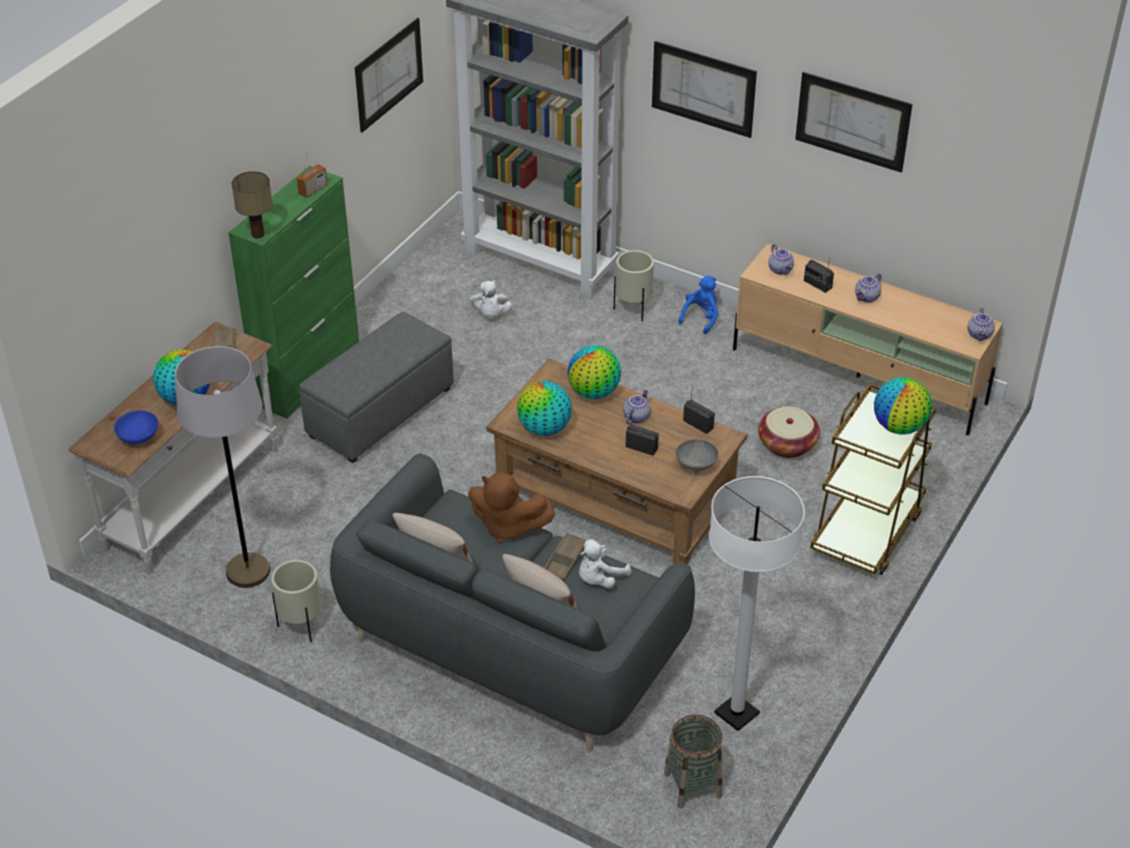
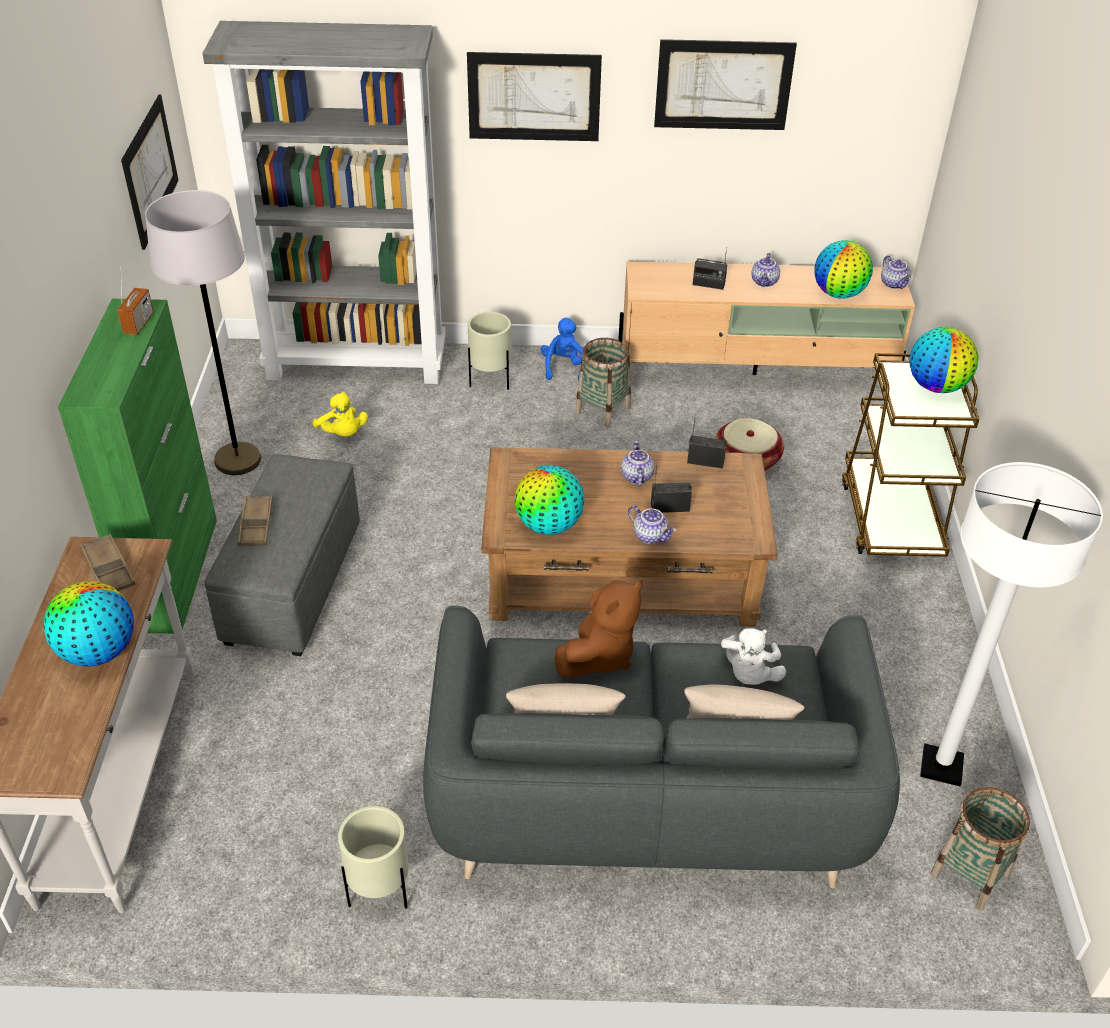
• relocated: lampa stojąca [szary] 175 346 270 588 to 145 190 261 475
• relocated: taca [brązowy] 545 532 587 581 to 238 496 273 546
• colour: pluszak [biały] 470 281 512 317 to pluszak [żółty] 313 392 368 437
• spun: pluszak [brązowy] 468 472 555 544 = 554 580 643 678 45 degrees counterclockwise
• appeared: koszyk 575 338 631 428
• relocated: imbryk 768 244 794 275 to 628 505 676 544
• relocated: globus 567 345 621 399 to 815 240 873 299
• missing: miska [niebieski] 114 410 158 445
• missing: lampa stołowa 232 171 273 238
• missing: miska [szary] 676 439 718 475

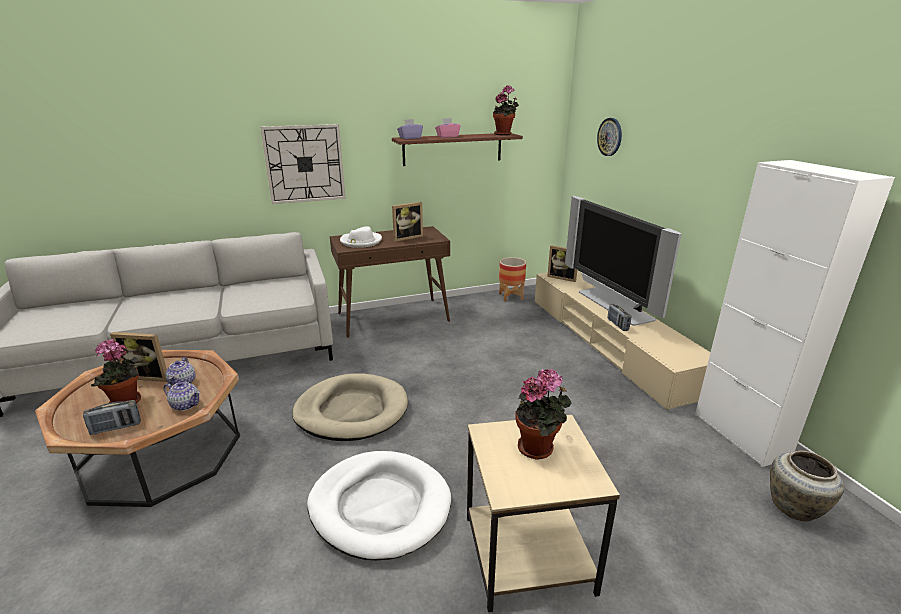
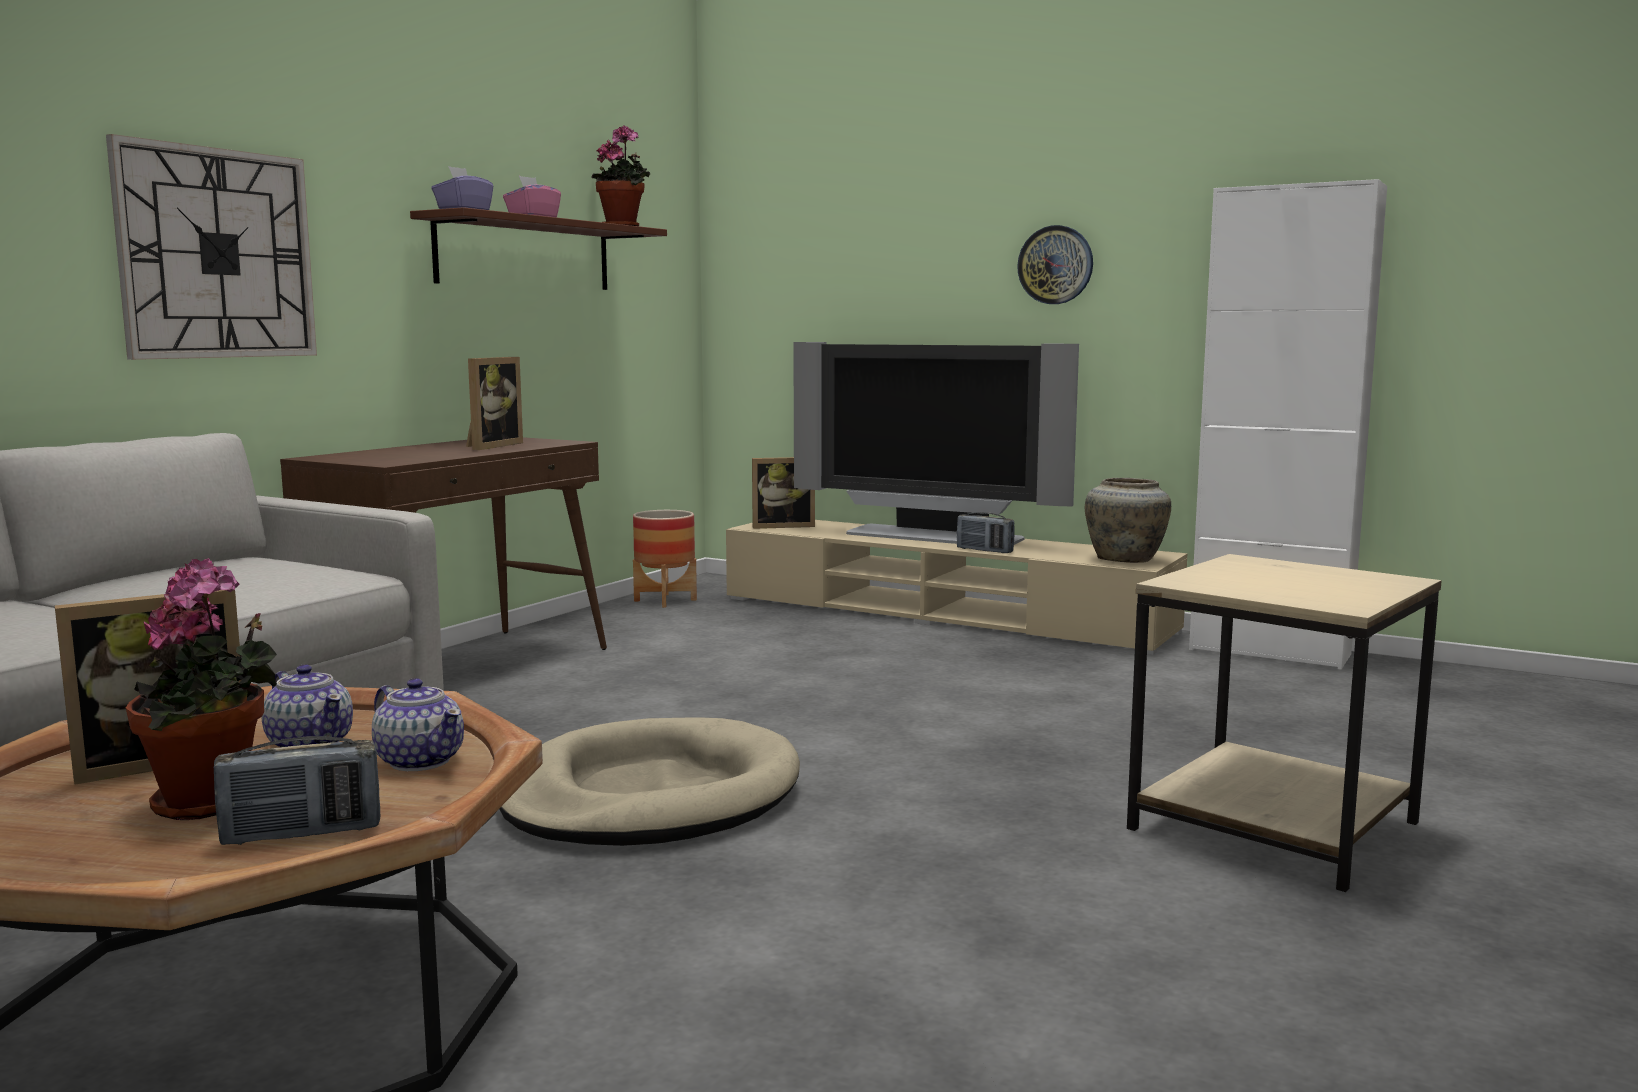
• spun: radio 83 400 141 435 = 214 736 380 845 45 degrees clockwise
• spun: imbryk 163 382 200 411 = 372 678 464 771 60 degrees clockwise
• relocated: zegar ścienny 597 118 622 156 to 1017 225 1093 304
• relocated: wazon [beżowy] 770 451 844 521 to 1085 478 1171 563
• missing: legowisko [biały] 307 451 451 560
• missing: kapelusz [biały] 340 226 382 248
• missing: roślina doniczkowa 515 369 572 459

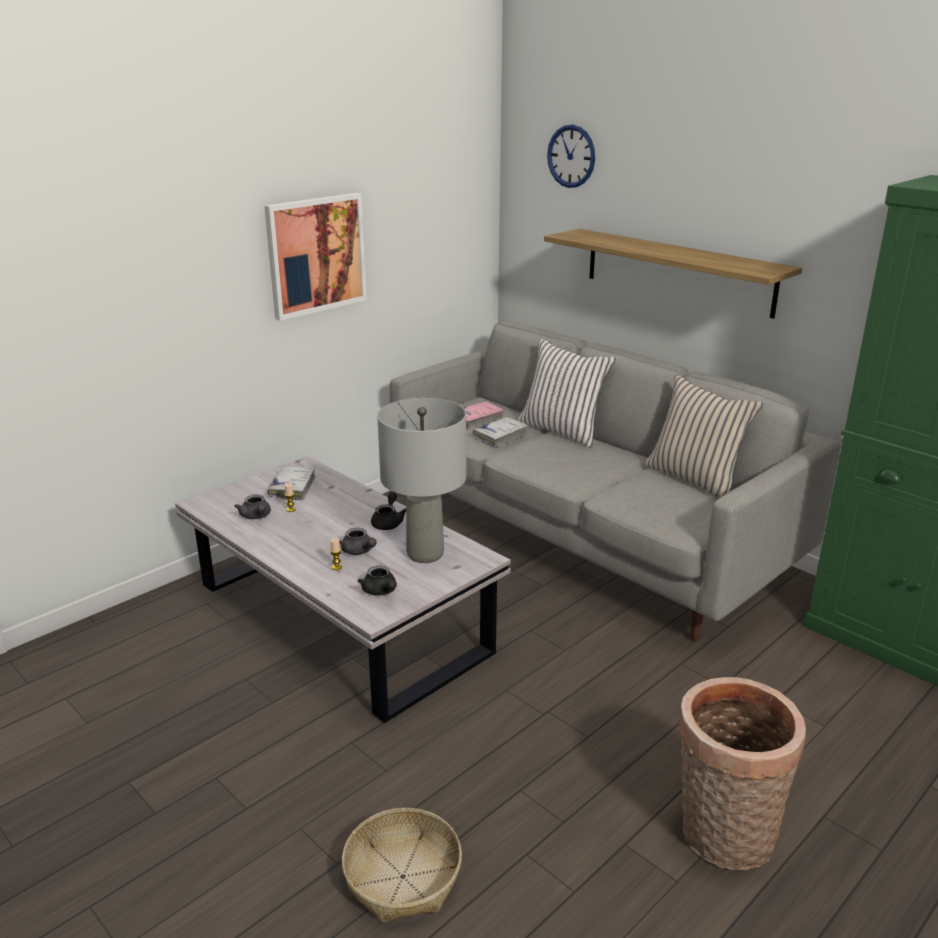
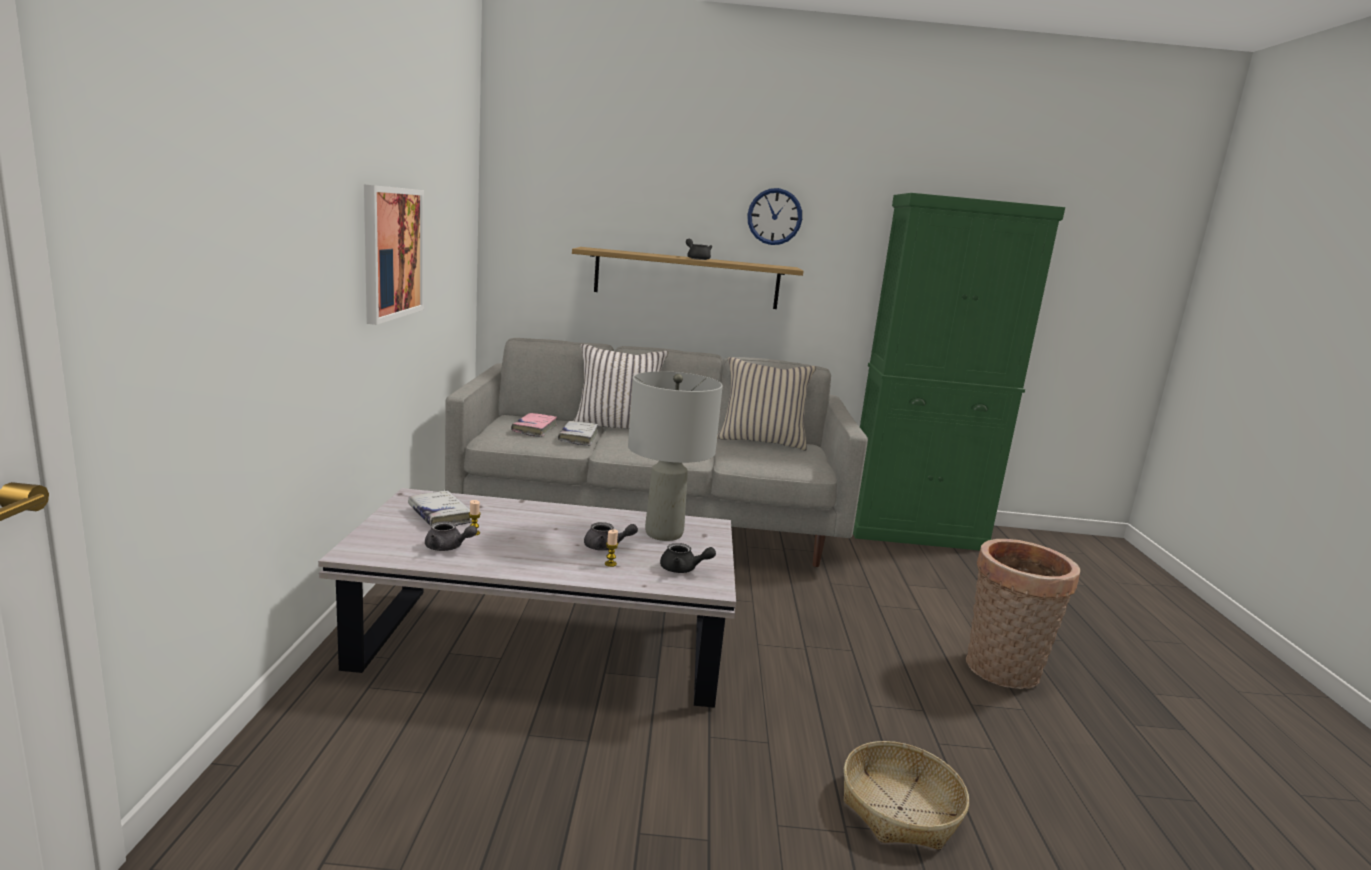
• relocated: imbryk [czarny] 371 492 406 530 to 686 239 712 260
• relocated: zegar ścienny 547 125 595 188 to 747 188 802 245

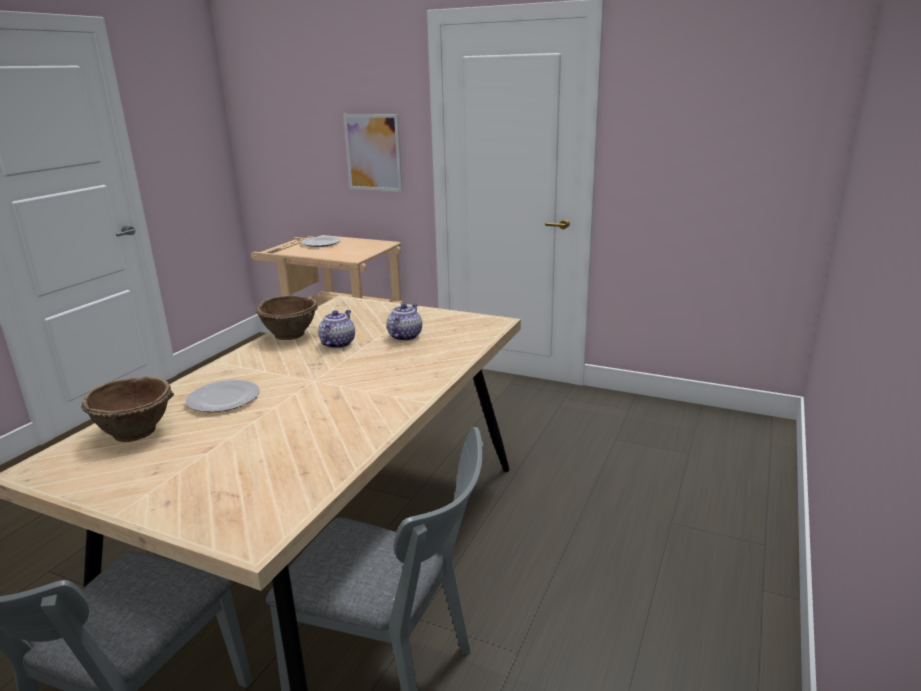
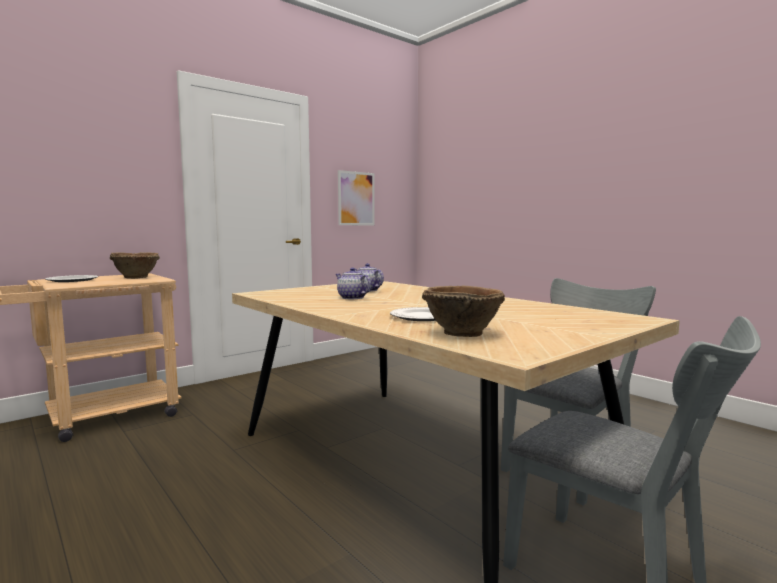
• relocated: miska [brązowy] 256 295 318 340 to 110 252 160 279
• relocated: obraz 343 114 402 192 to 338 170 375 225

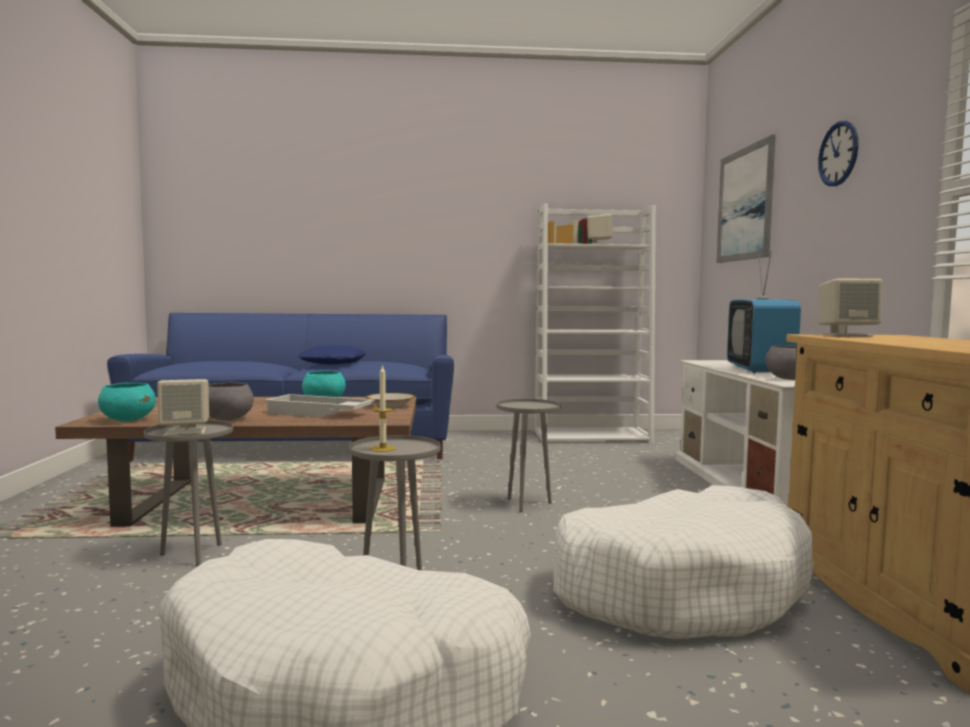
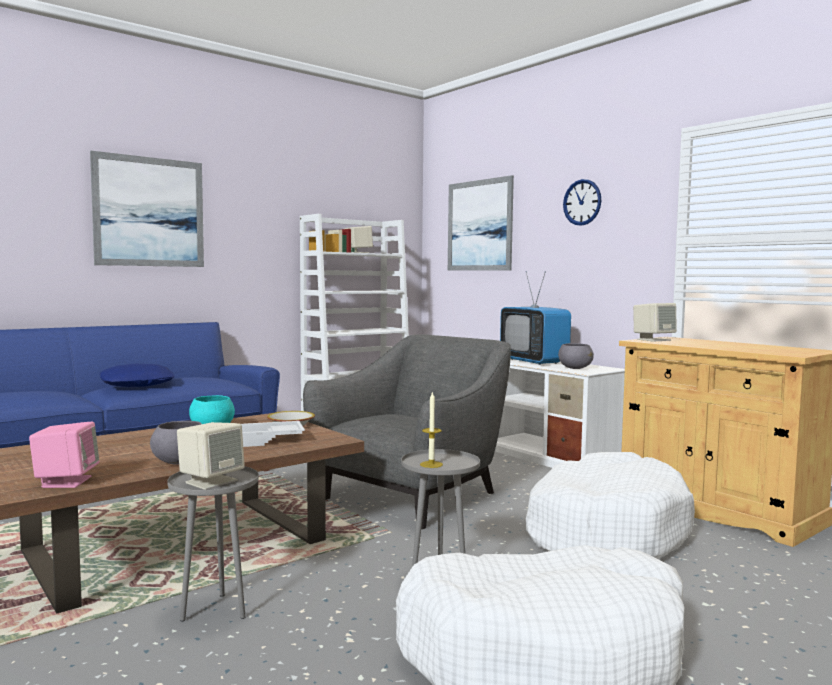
• exchanged: miska [turkusowy] 98 382 156 421 to głośnik [różowy] 29 422 99 488
• appeared: obraz 90 151 204 267
• exchanged: stolik [szary] 496 399 561 512 to fotel [szary] 303 334 511 529

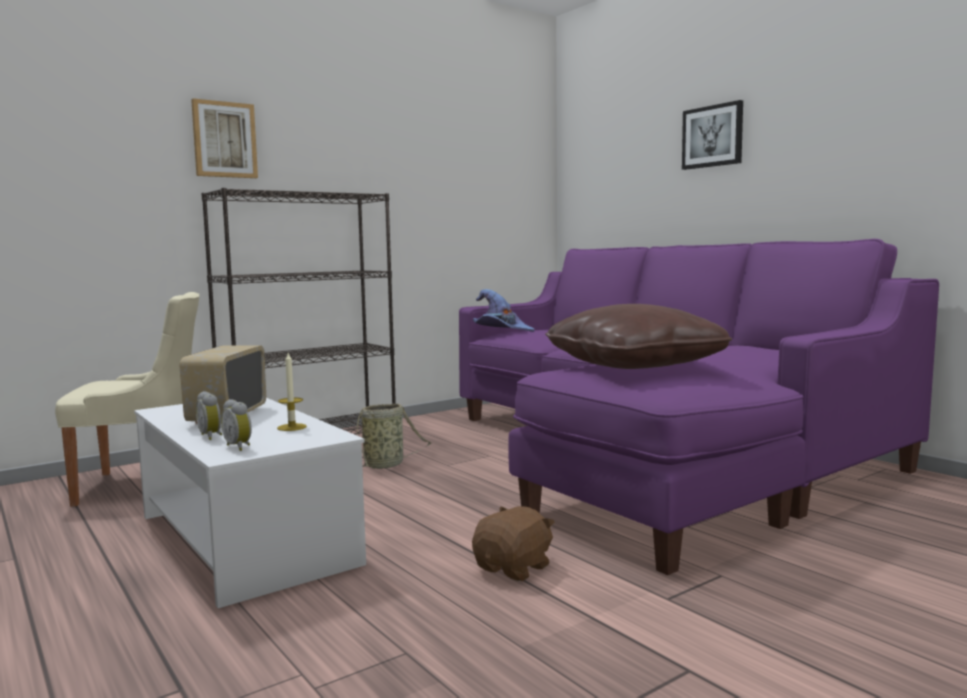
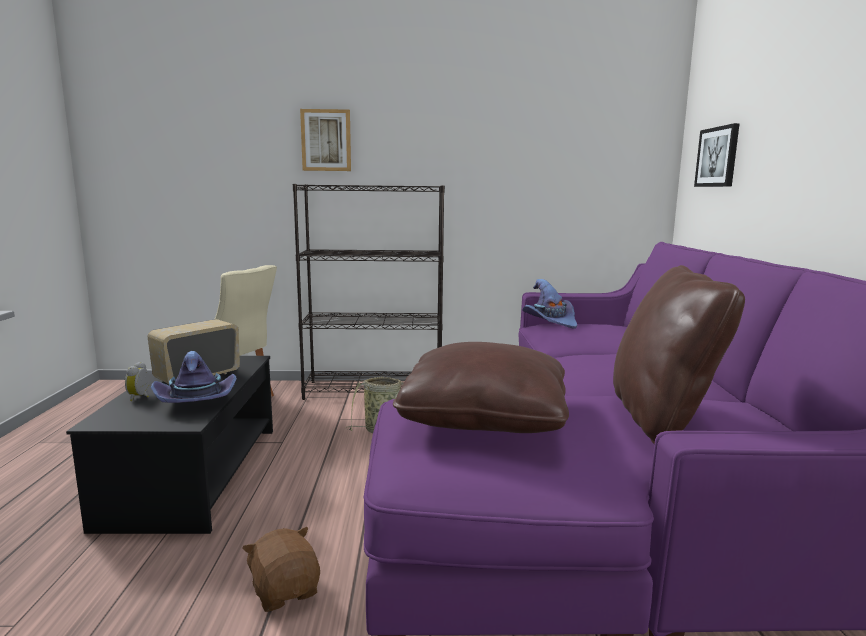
• colour: ława [biały] 134 398 366 608 to ława [czarny] 66 356 273 534
• exchanged: świeca 277 353 307 431 to kapelusz [fioletowy] 151 351 237 403
• spun: pluszak [brązowy] 472 506 555 581 = 242 527 320 612 105 degrees counterclockwise
• appeared: poduszka [brązowy] 613 265 745 444
• relocated: obraz 682 100 743 170 to 694 123 740 187
• missing: budzik 221 399 252 451

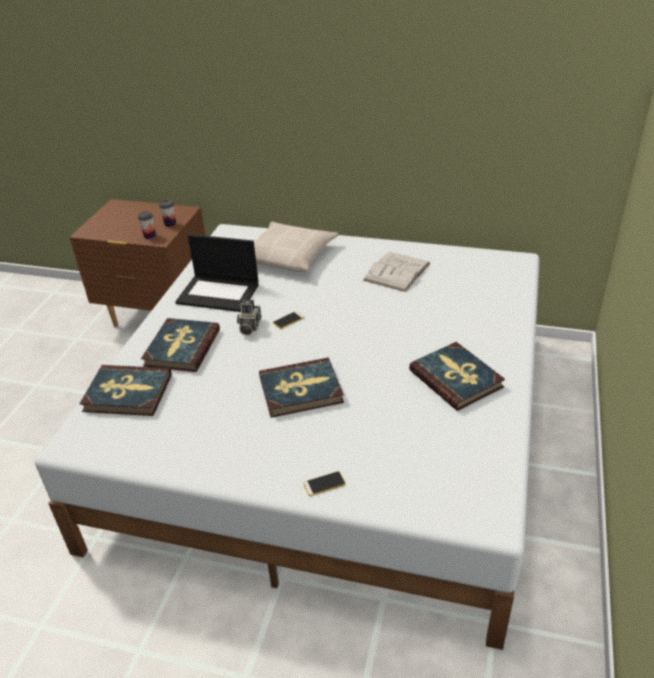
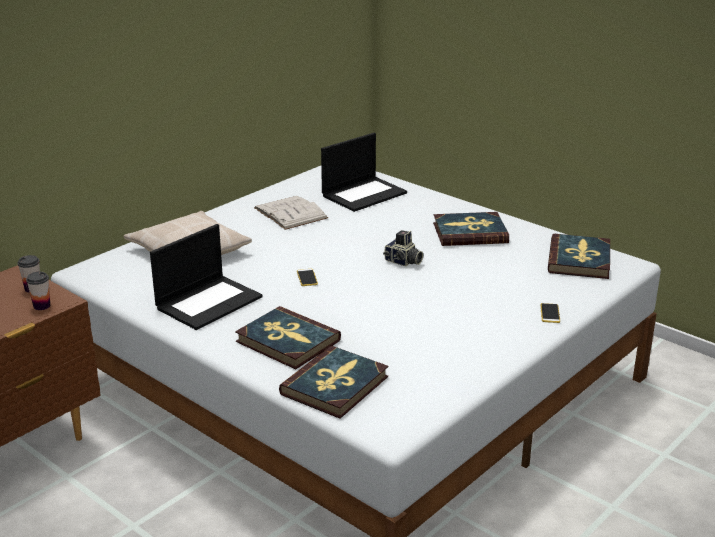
• appeared: laptop 321 133 407 212
• relocated: aparat fotograficzny 237 300 261 336 to 383 230 423 266
• relocated: książka 259 358 344 418 to 548 234 610 279

